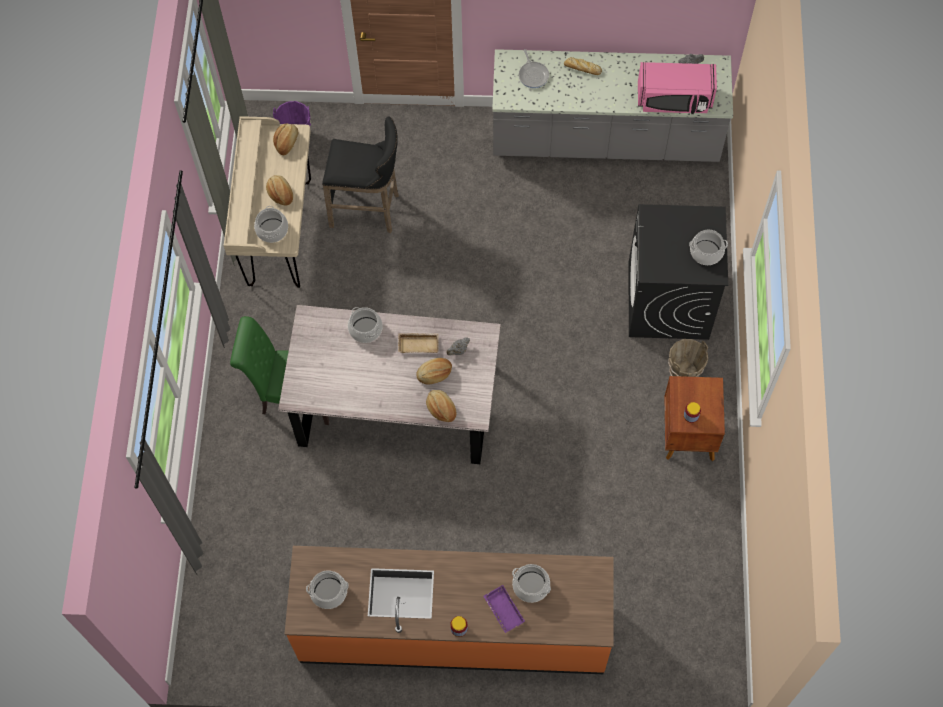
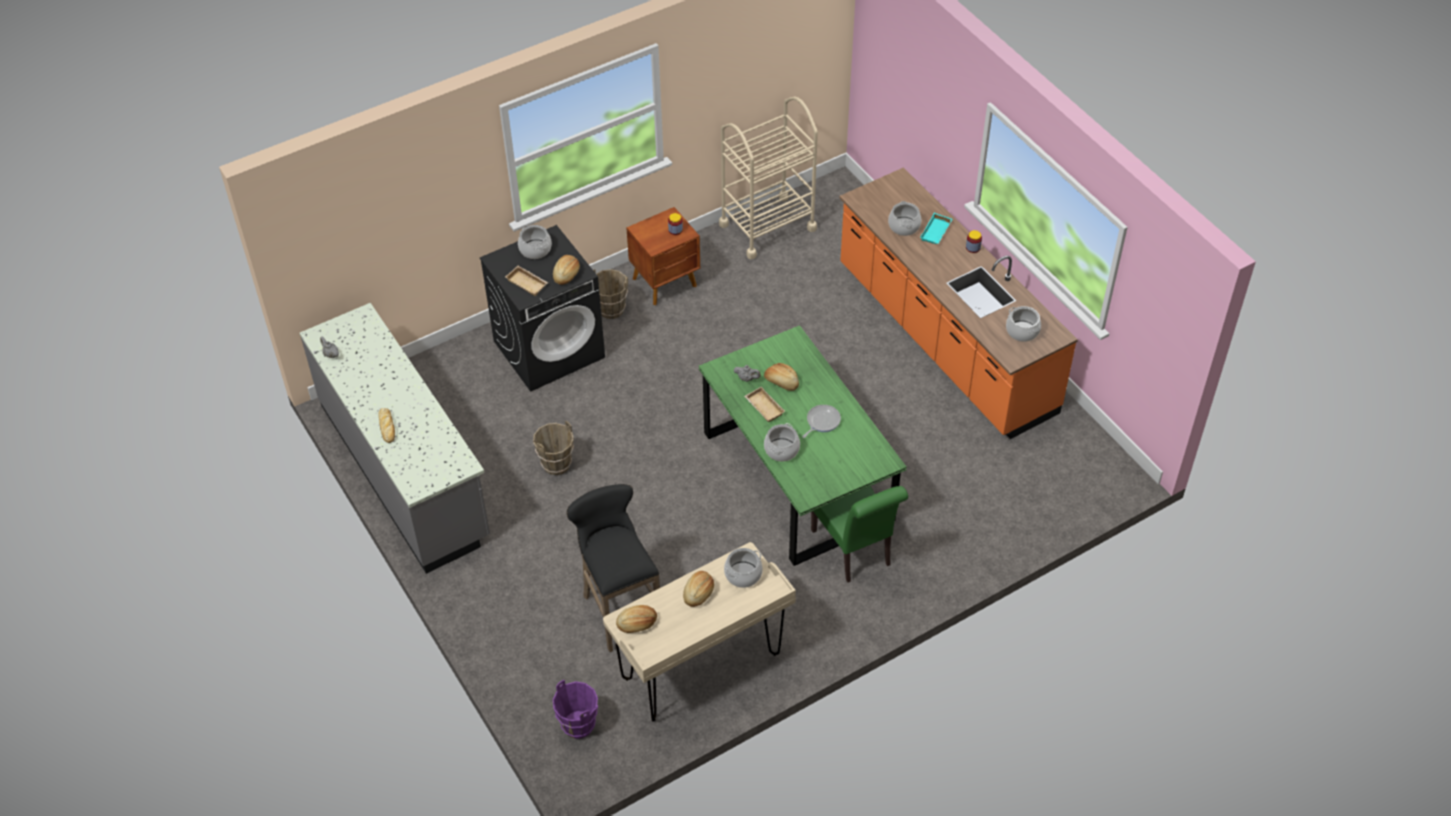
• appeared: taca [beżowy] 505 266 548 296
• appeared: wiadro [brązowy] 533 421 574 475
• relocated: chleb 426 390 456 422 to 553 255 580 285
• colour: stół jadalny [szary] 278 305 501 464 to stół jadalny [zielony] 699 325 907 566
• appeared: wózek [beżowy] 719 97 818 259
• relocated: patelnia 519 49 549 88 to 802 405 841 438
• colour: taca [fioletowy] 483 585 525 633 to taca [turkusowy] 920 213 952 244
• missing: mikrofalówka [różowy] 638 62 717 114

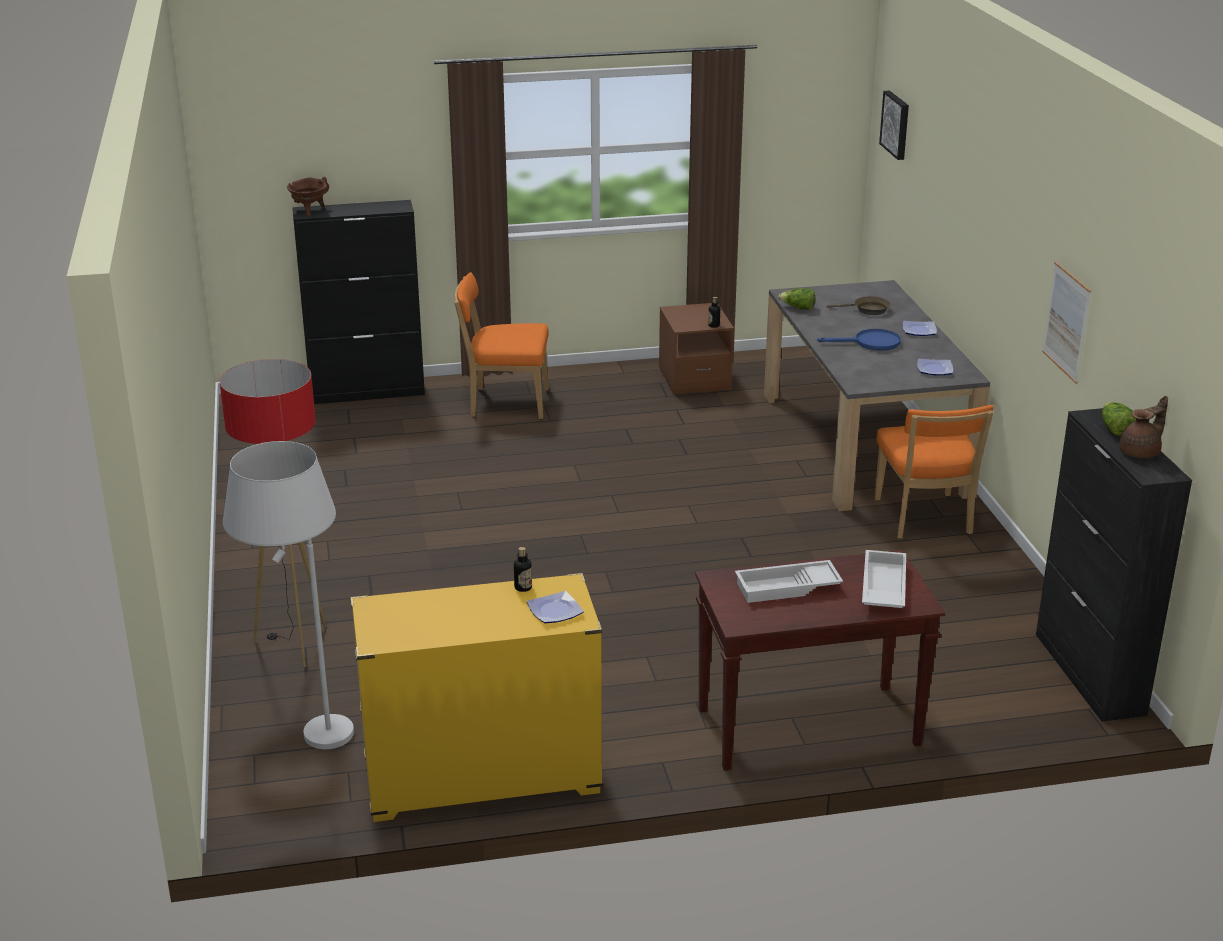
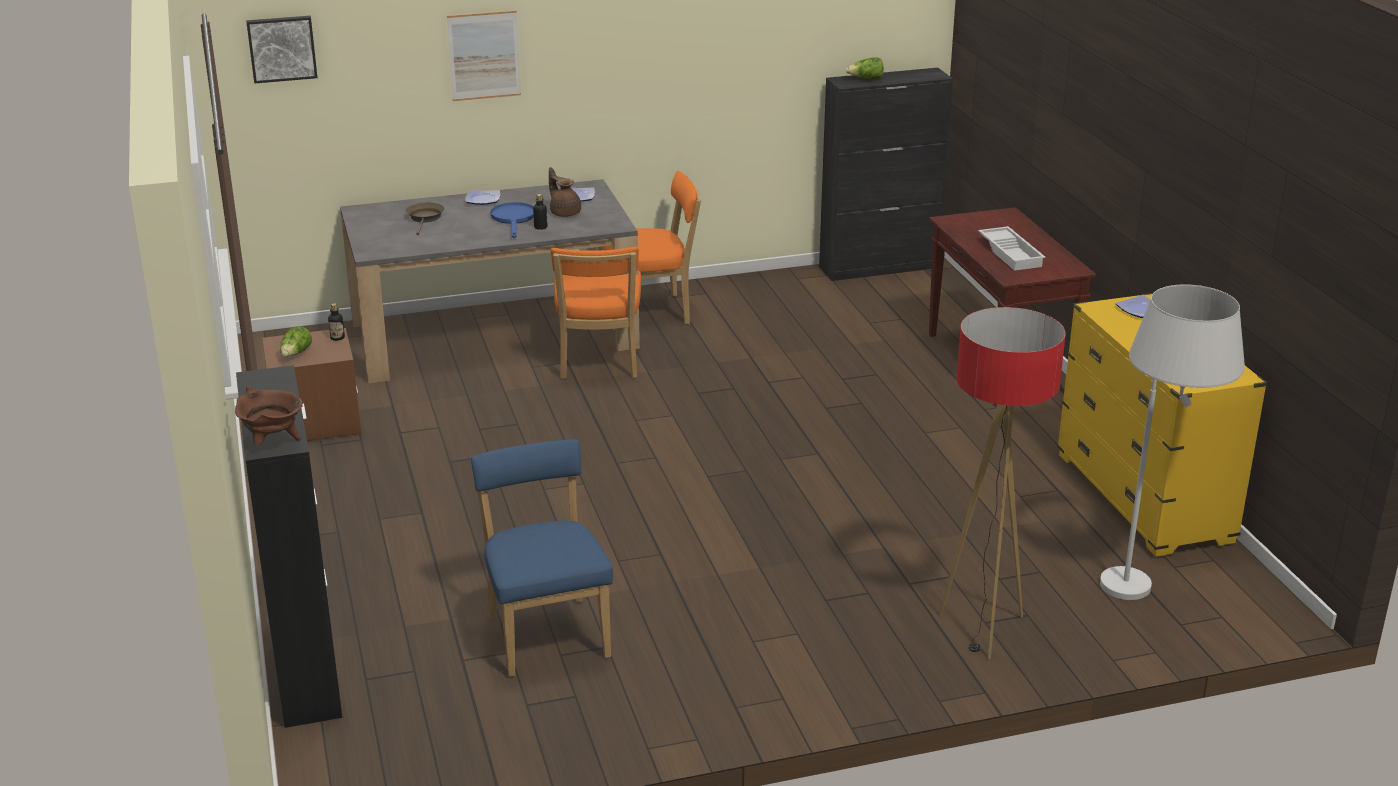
• relocated: sałata 778 288 815 310 to 280 326 312 357
• relocated: obraz 1042 261 1091 384 to 447 10 521 101
• appeared: krzesło [niebieski] 471 440 613 677
• relocated: butelka 514 547 532 592 to 533 194 548 230
• relocated: imbryk [brązowy] 1119 396 1168 458 to 549 167 581 217
• relocated: krzesło [pomarańczowy] 454 272 549 419 to 551 247 641 379
• missing: taca [biały] 862 550 906 608

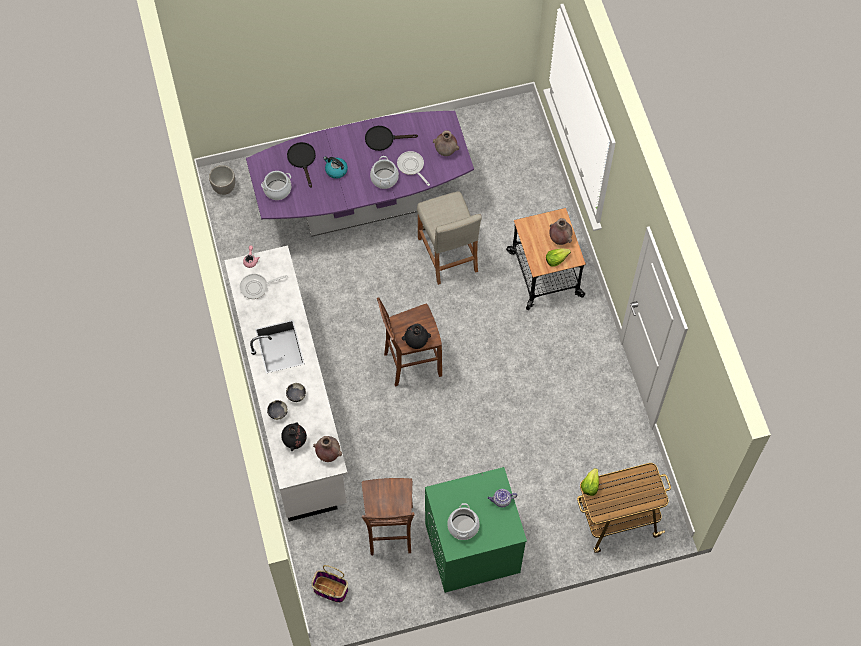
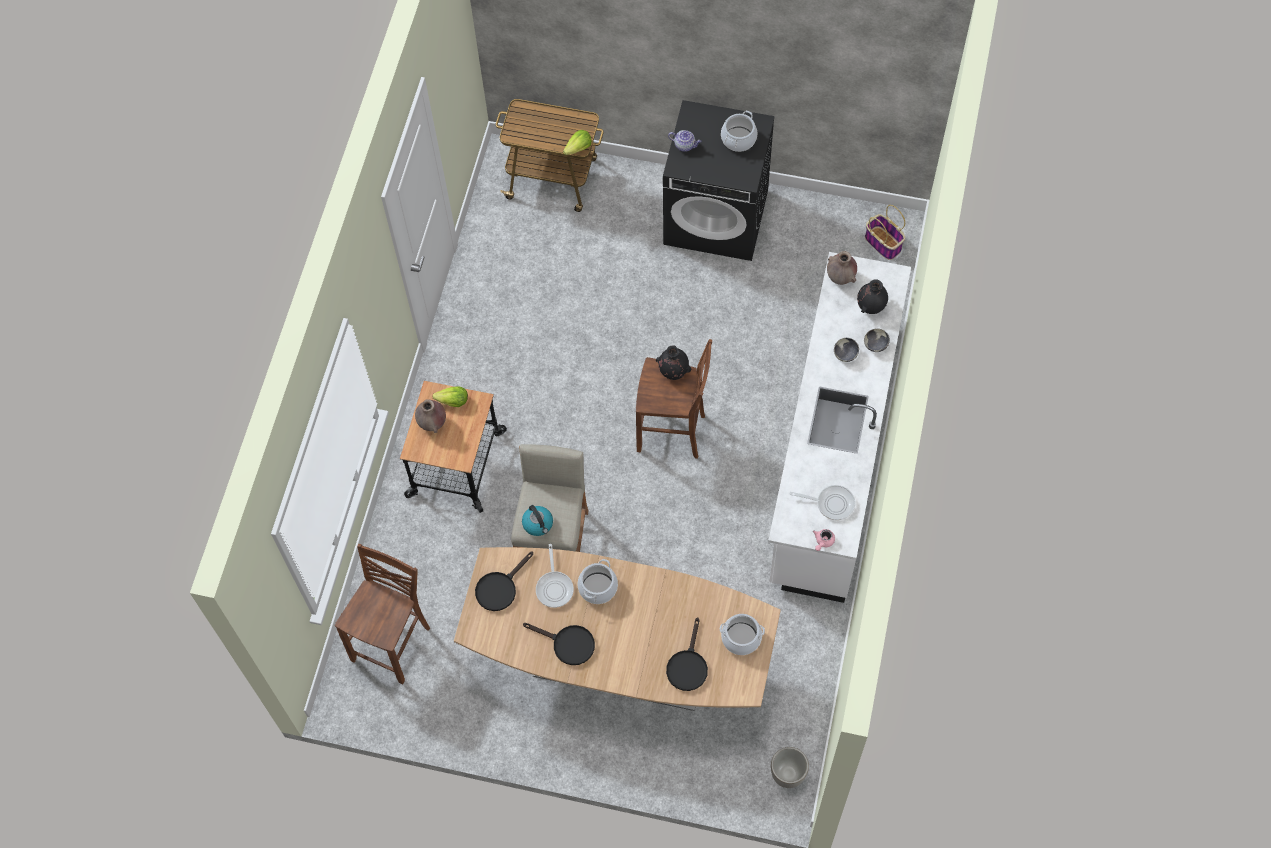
• relocated: stołek [brązowy] 362 478 415 555 to 335 544 430 684
• colour: stół jadalny [fioletowy] 246 111 474 237 to stół jadalny [brązowy] 454 547 781 711
• exchanged: wazon [brązowy] 433 130 459 156 to patelnia [czarny] 475 551 533 611
• relocated: czajnik 323 156 348 179 to 522 505 553 536
• colour: pralka [zielony] 425 467 527 593 to pralka [czarny] 663 100 775 261

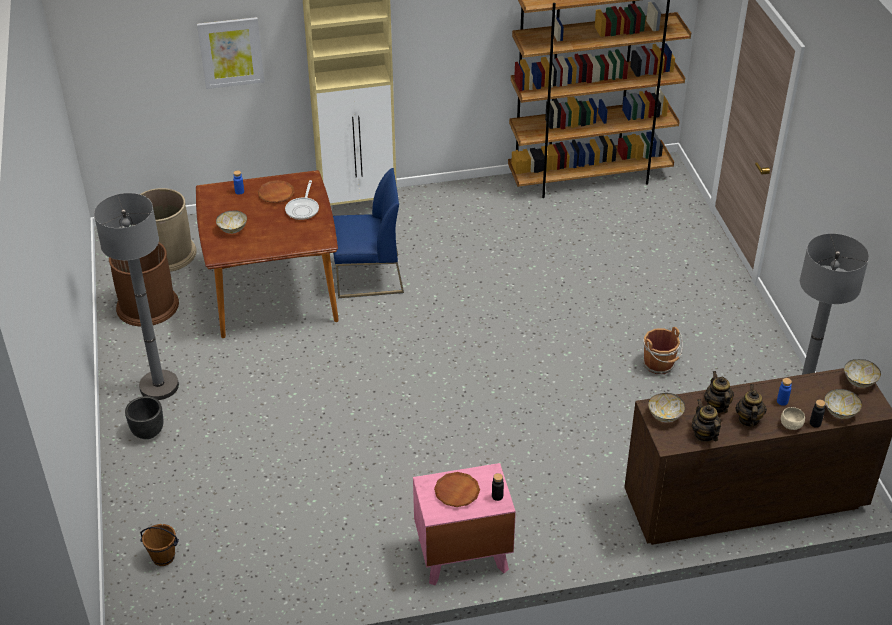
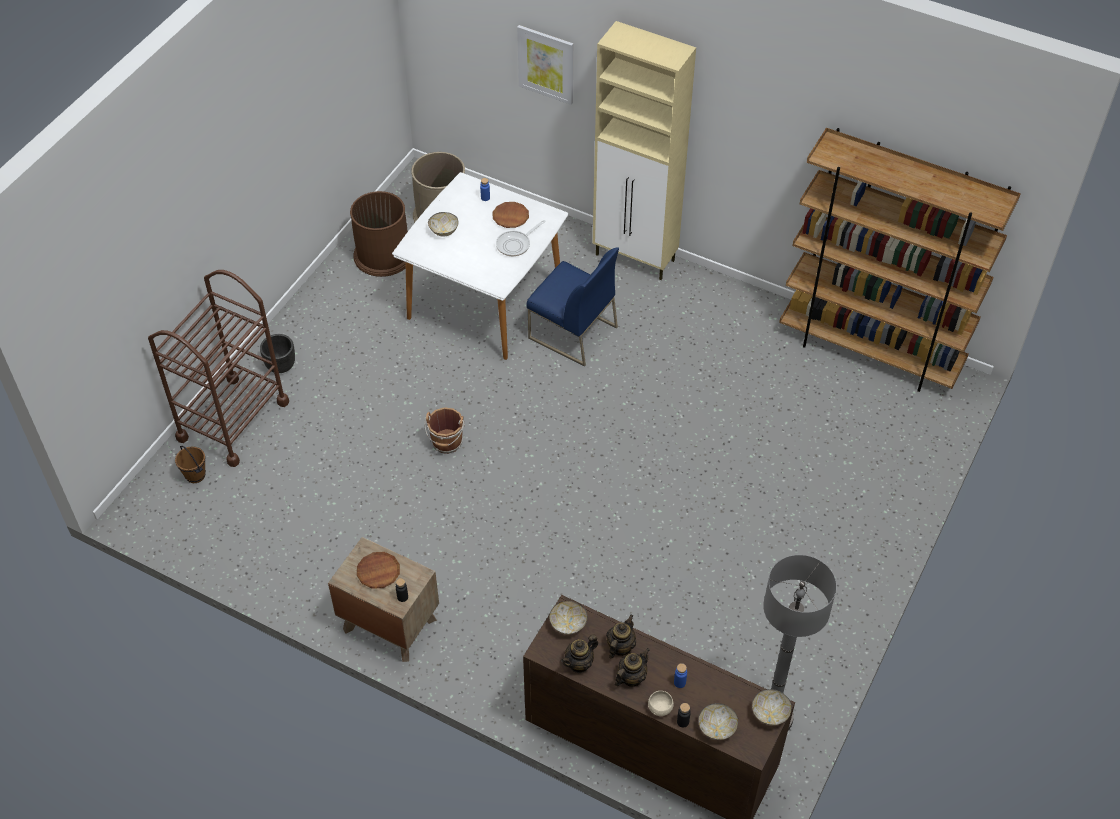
• appeared: wózek [brązowy] 148 270 289 467
• colour: szafka nocna [różowy] 413 463 516 585 to szafka nocna [brązowy] 328 537 439 662
• colour: stół jadalny [brązowy] 196 170 339 338 to stół jadalny [biały] 392 172 569 360
• relocated: wiadro [brązowy] 643 327 683 374 to 424 407 465 454
• spun: imbryk 692 399 721 442 = 561 634 598 673 150 degrees counterclockwise
• missing: lampa stojąca [szary] 94 193 179 400

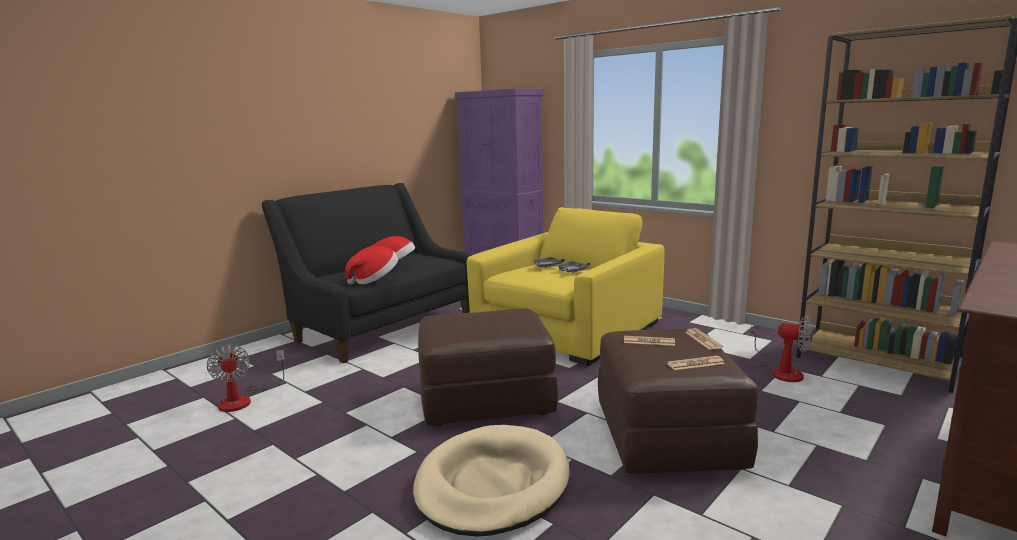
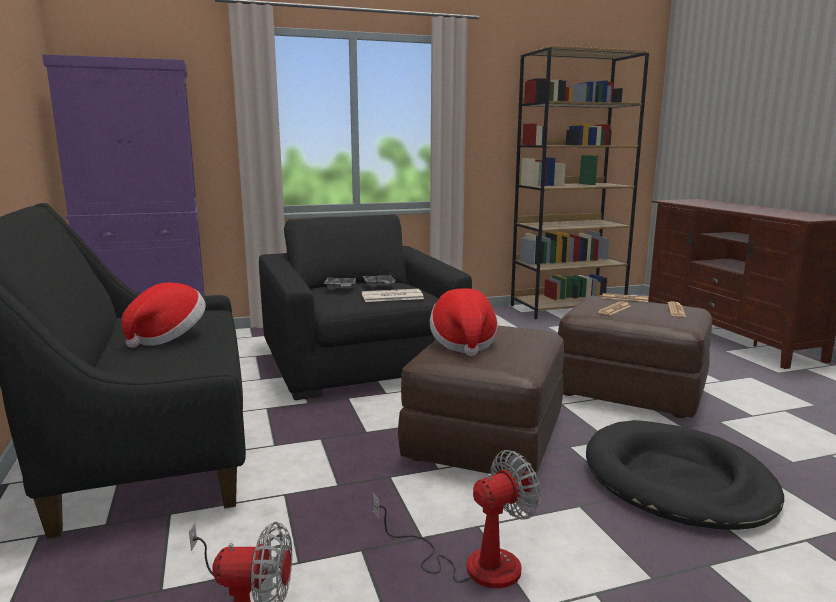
• colour: fotel [żółty] 467 207 665 366 to fotel [czarny] 259 215 472 400
• appeared: gazeta 362 289 424 302
• relocated: wentylator 750 316 813 382 to 373 450 541 588
• relocated: kapelusz 345 246 398 285 to 430 288 498 356
• colour: legowisko [beżowy] 413 425 570 536 to legowisko [czarny] 586 420 784 530

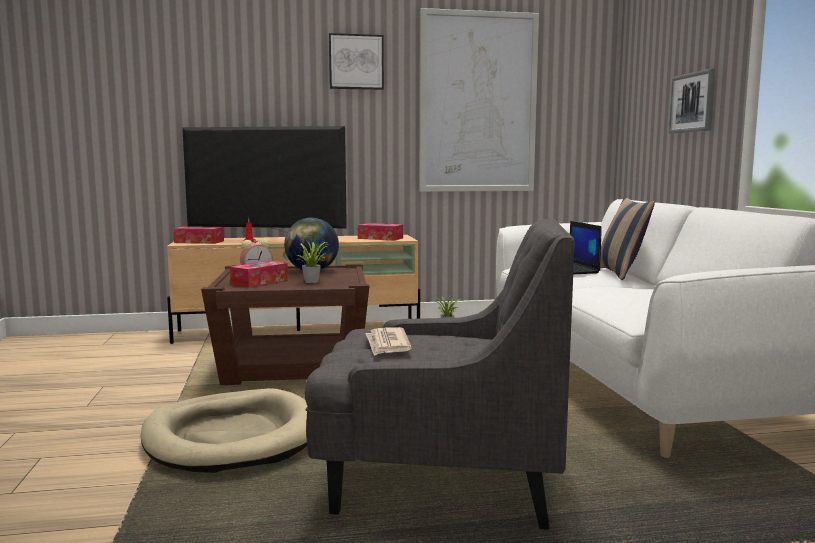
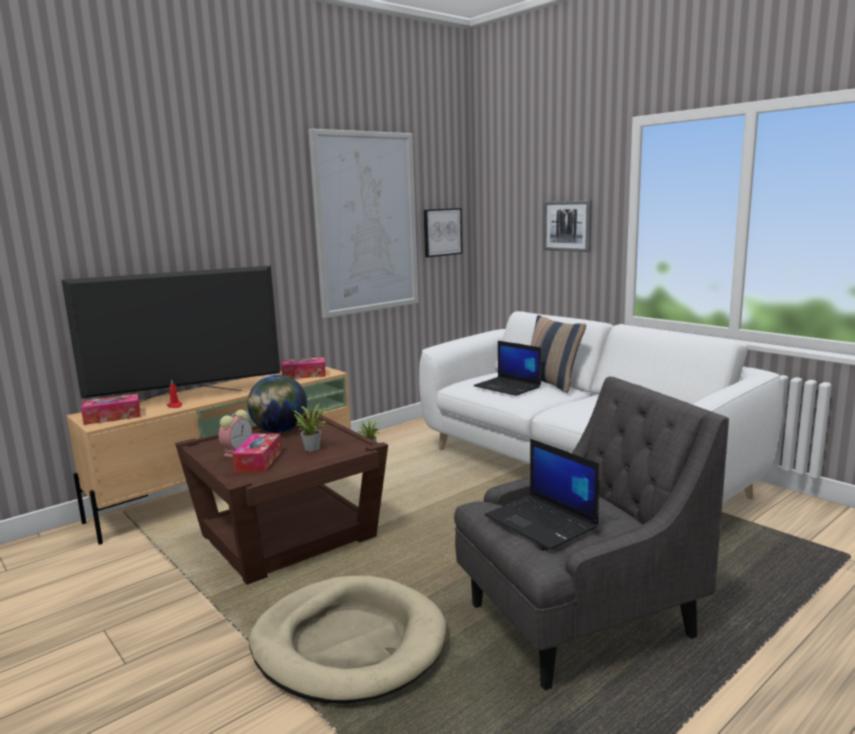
• relocated: obraz 329 33 384 90 to 423 208 462 257
• exchanged: gazeta 365 327 412 356 to laptop 485 439 599 550

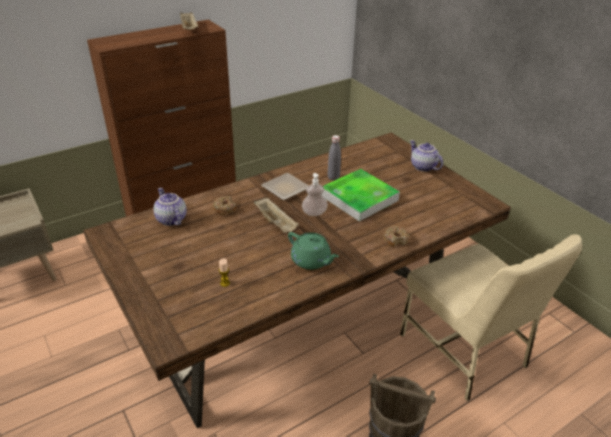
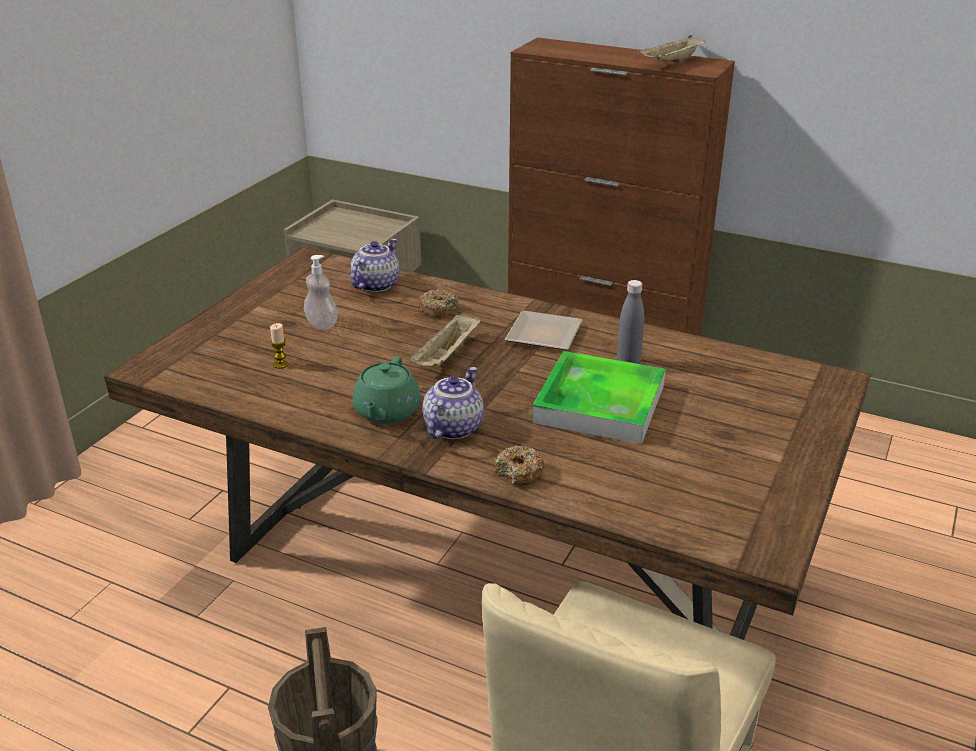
• relocated: dozownik mydła 302 173 328 216 to 304 255 338 330
• relocated: imbryk 410 140 443 172 to 423 367 484 439

